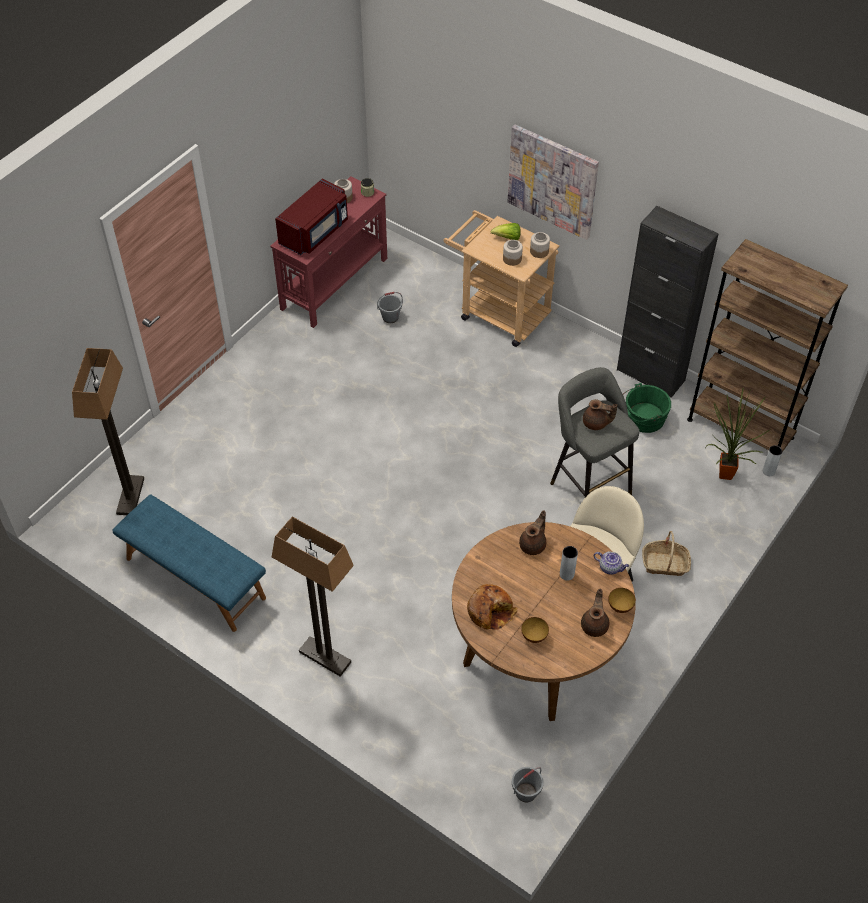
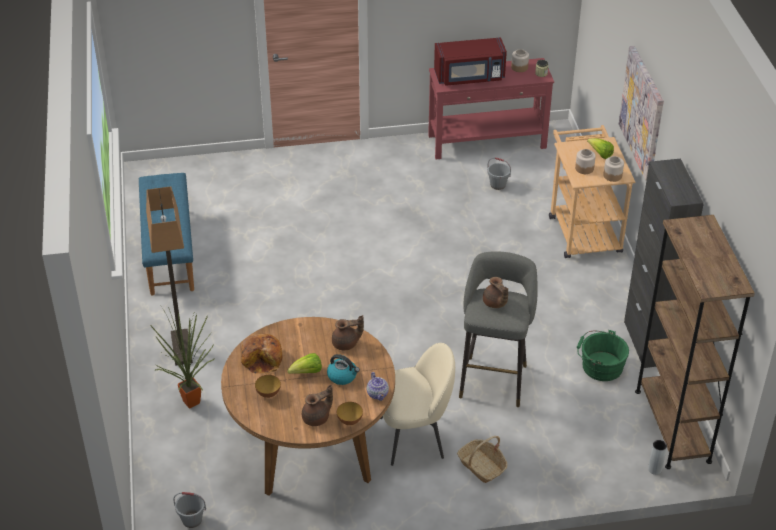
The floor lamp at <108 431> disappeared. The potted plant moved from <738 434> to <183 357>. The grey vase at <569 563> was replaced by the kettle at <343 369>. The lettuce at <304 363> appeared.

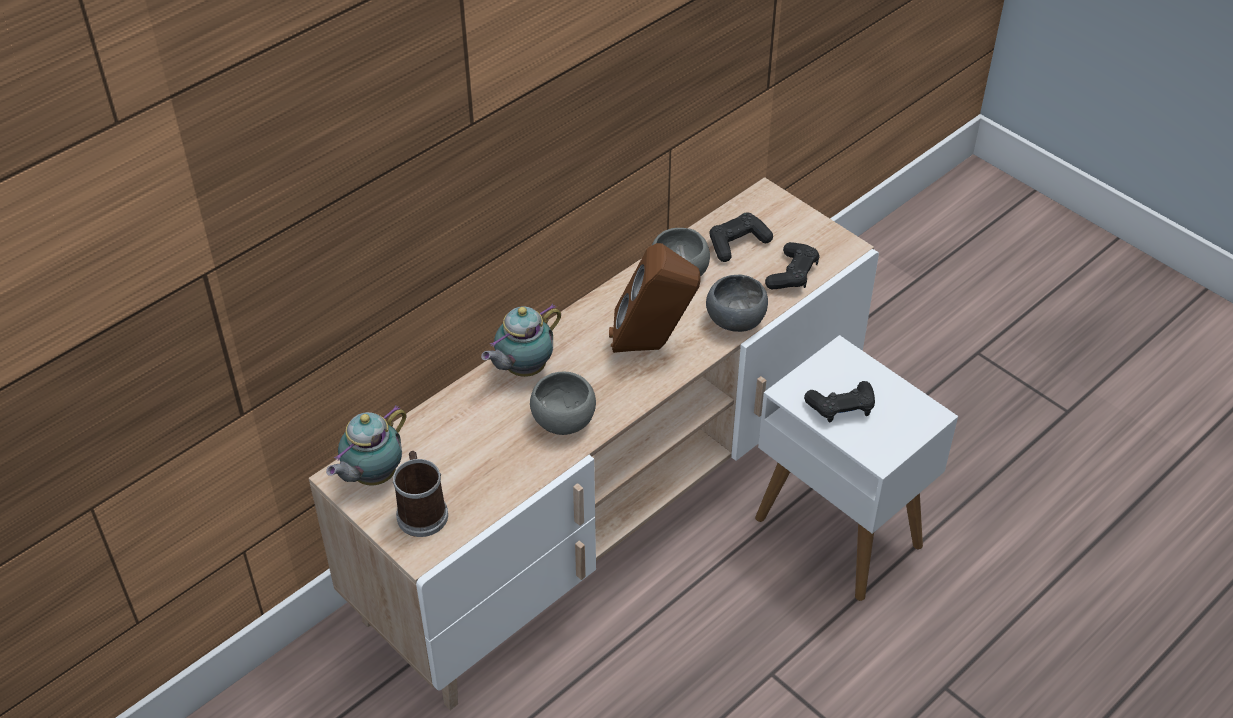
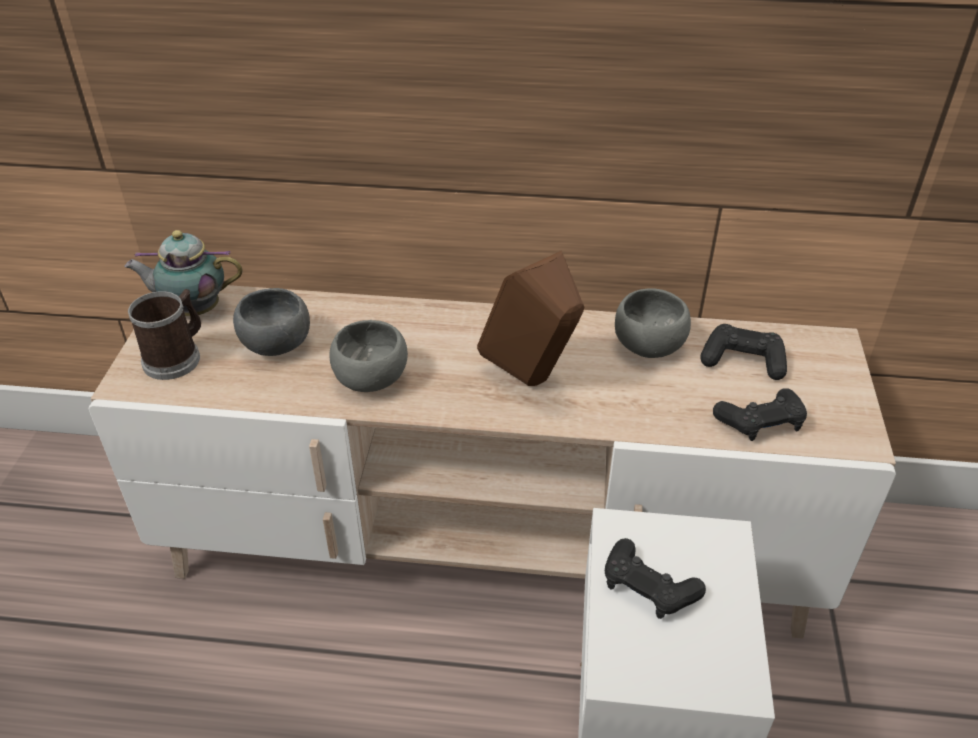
The grey bowl moved from <737 303> to <271 322>. The teapot at <521 340> disappeared.

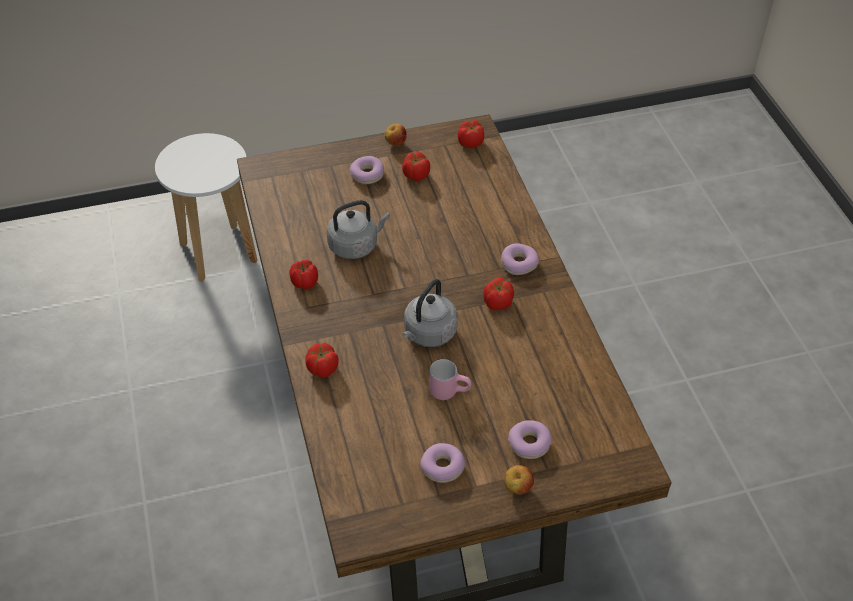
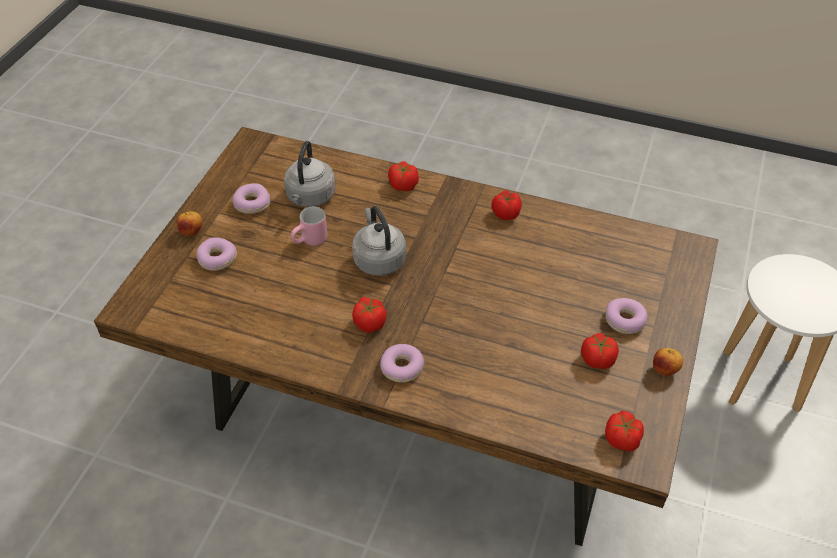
The grey kettle moved from <358 229> to <309 174>.

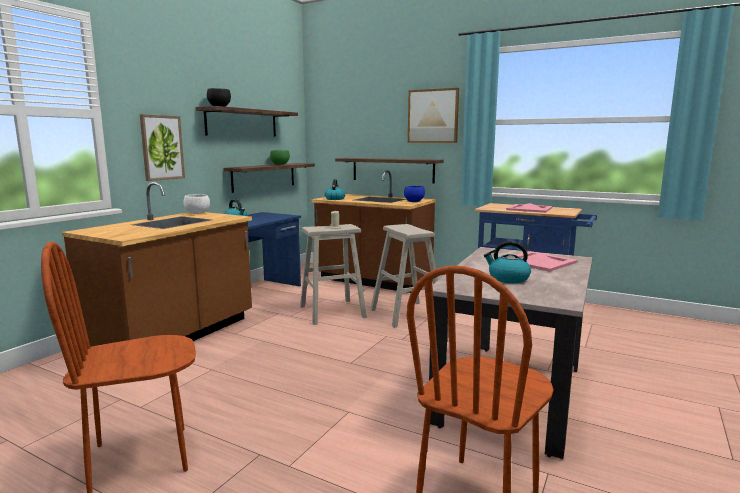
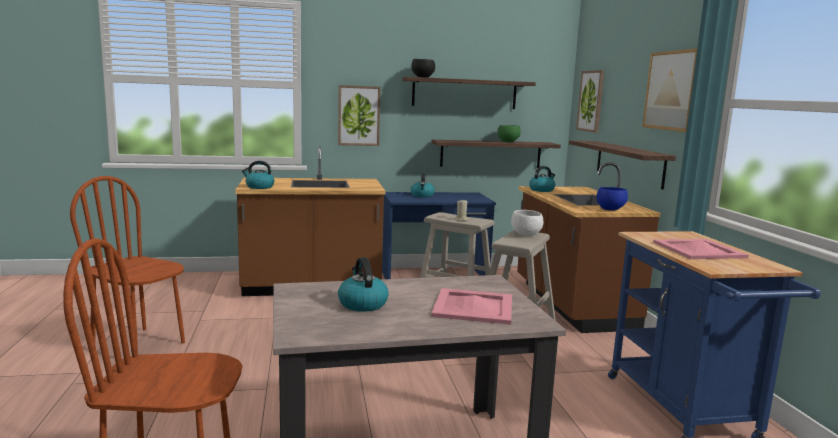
The white bowl moved from <197 204> to <527 223>. The picture at <590 101> appeared. The kettle at <258 175> appeared.

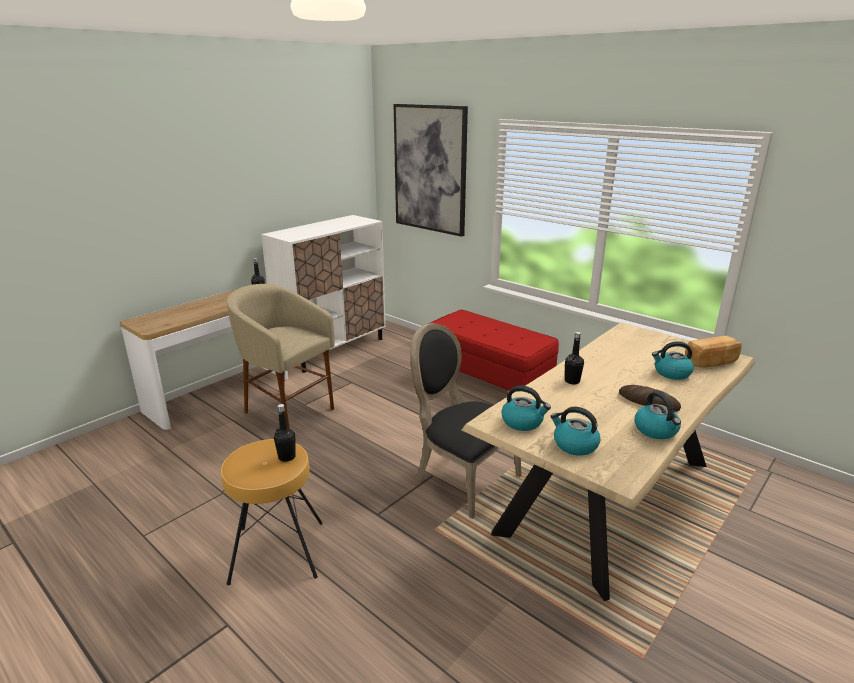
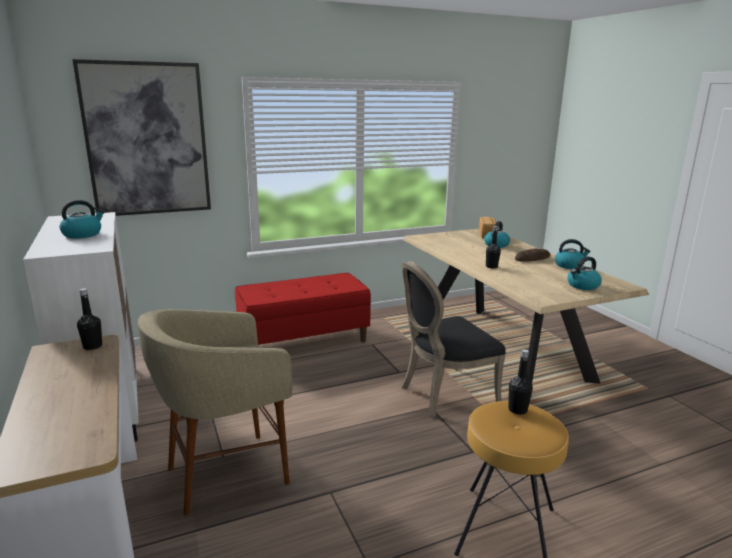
The kettle moved from <526 408> to <82 219>.

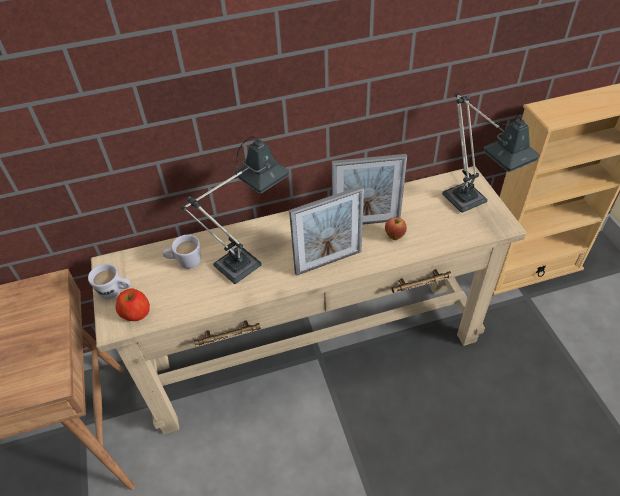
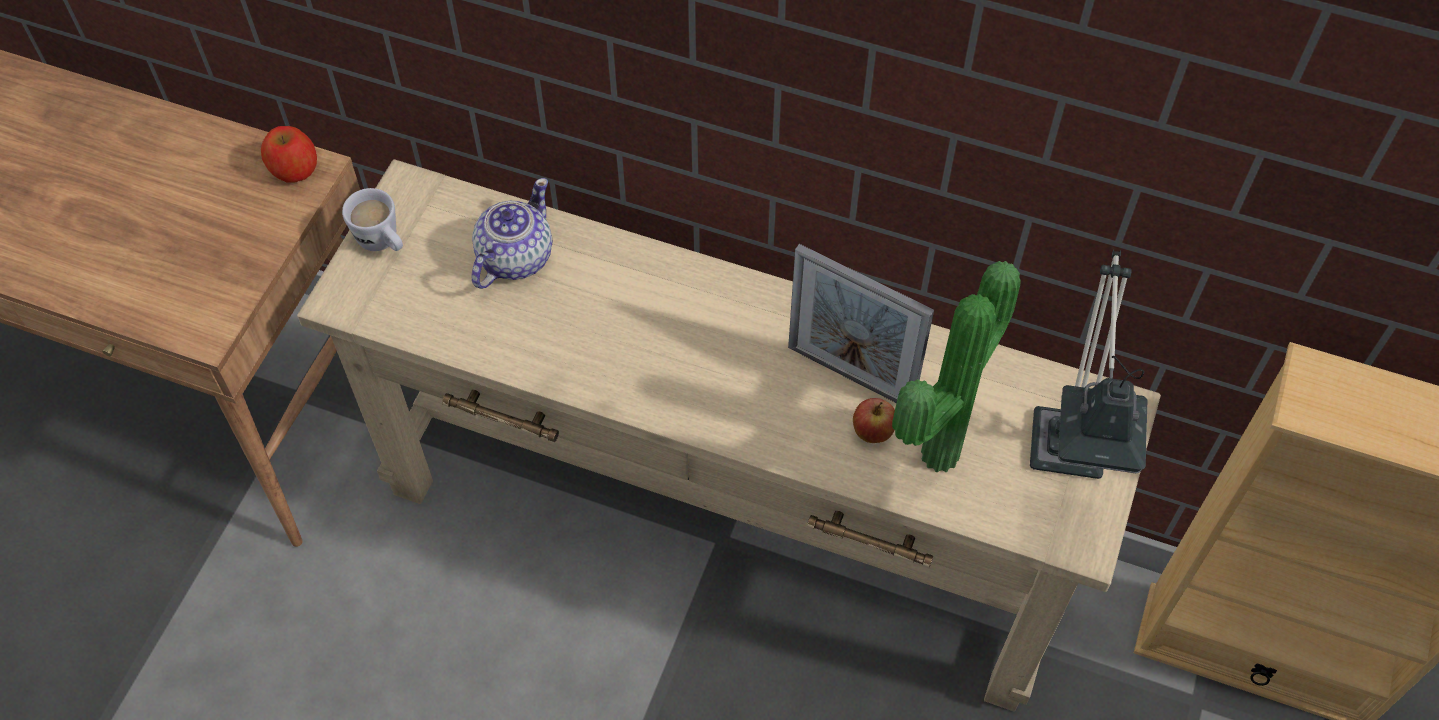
The table lamp at <235 210> disappeared. The picture frame at <326 231> disappeared. The white mug at <181 252> was replaced by the teapot at <512 233>. The apple moved from <133 305> to <289 154>. The potted plant at <956 366> appeared.

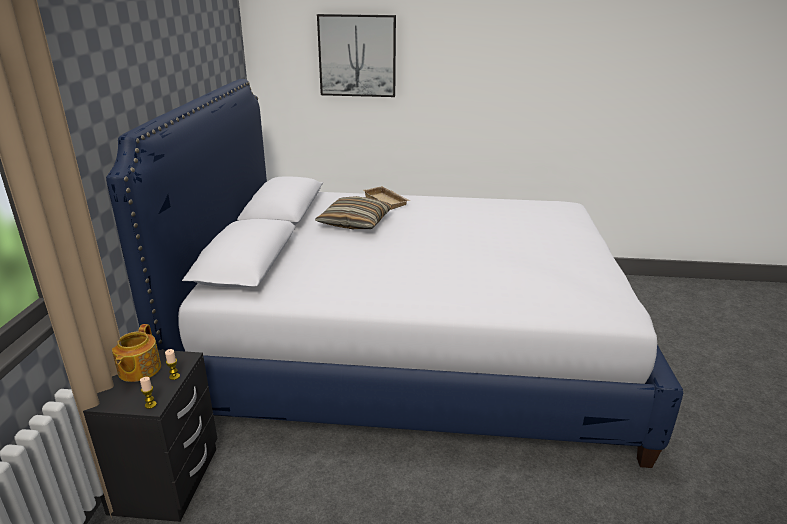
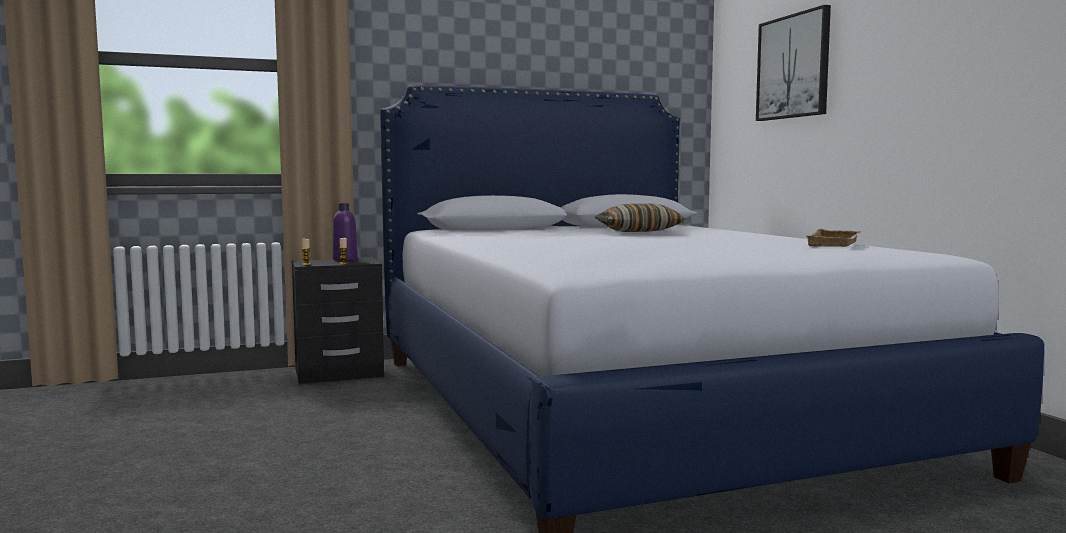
The beige tray moved from <387 198> to <834 237>. The teapot at <136 353> was replaced by the purple bottle at <345 232>.

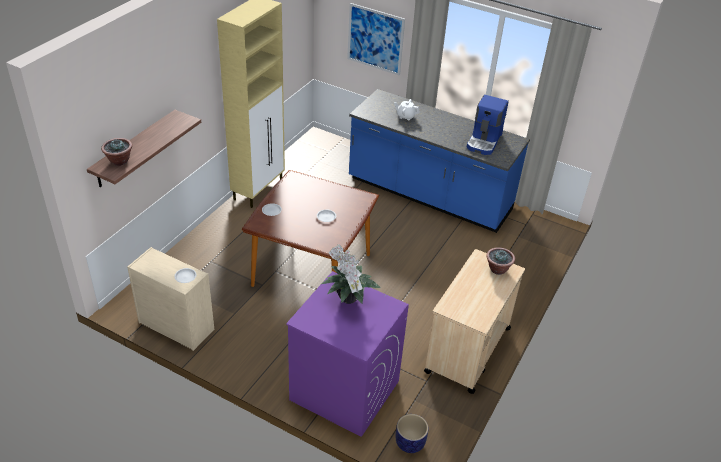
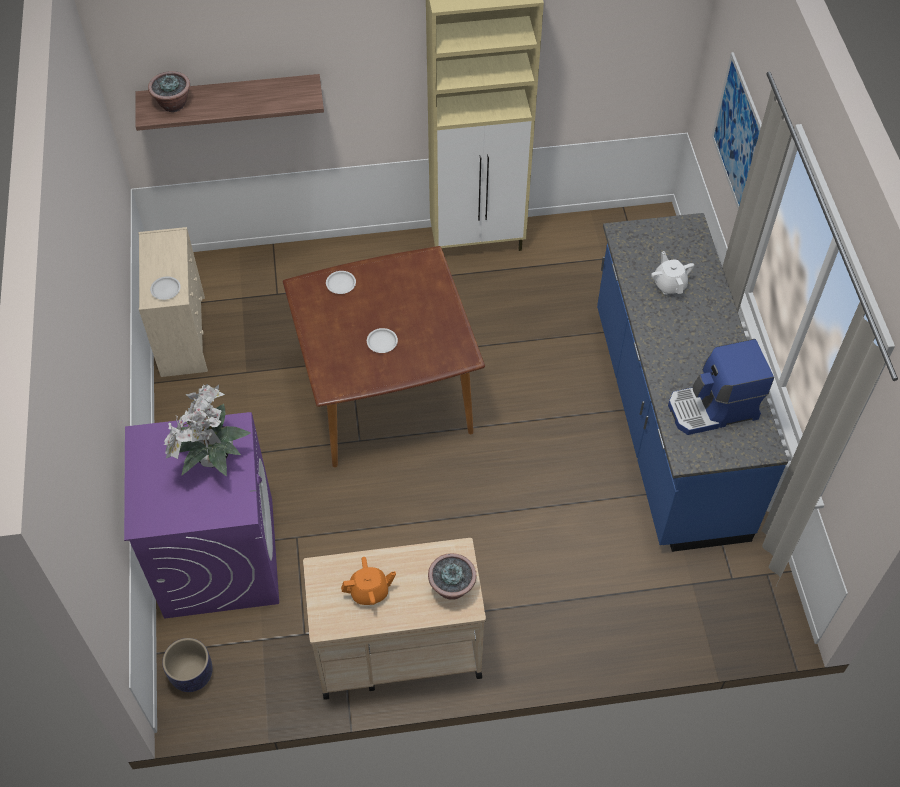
The orange teapot at <368 581> appeared.

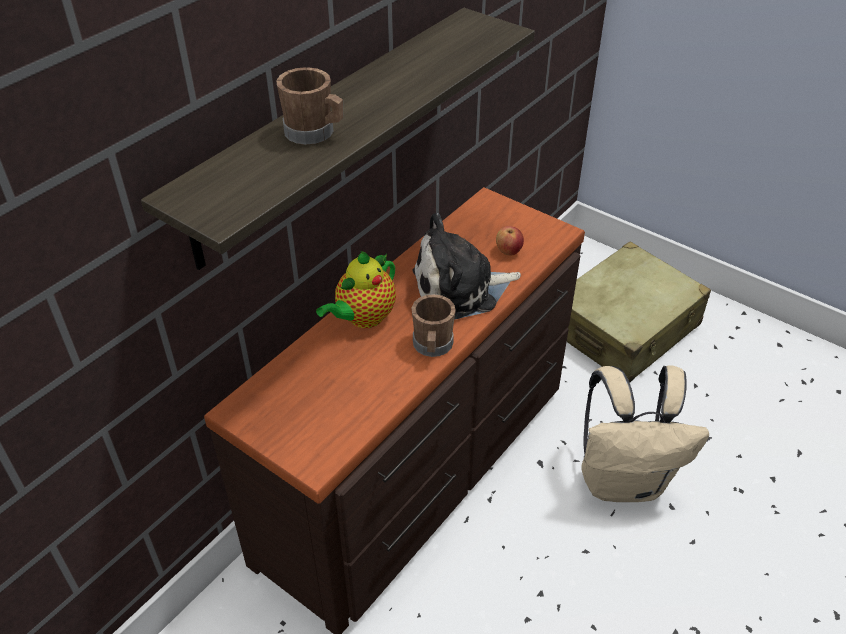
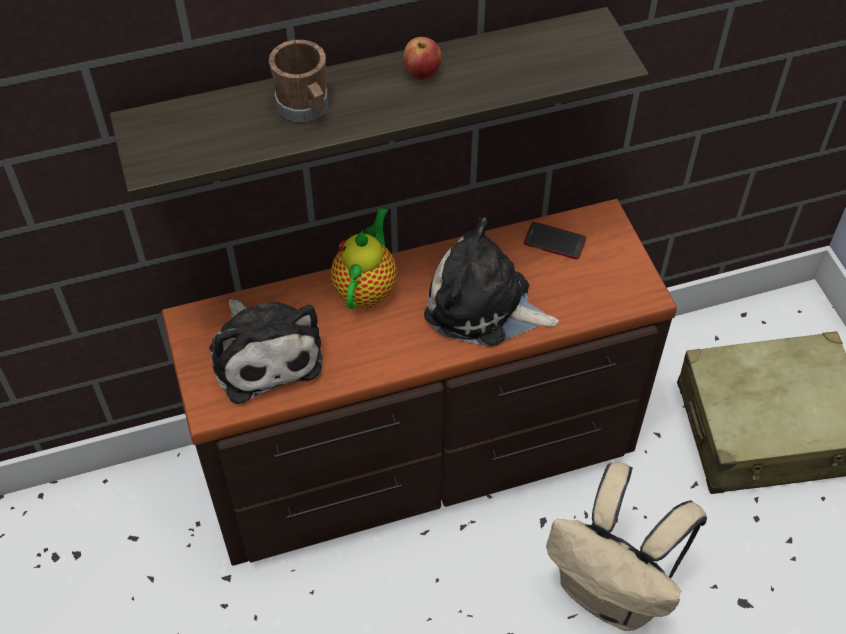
The apple moved from <510 240> to <422 58>. The teapot at <356 289> turned 120 degrees clockwise. The brown mug at <433 325> disappeared. The phone at <555 240> appeared. The plush toy at <266 351> appeared.

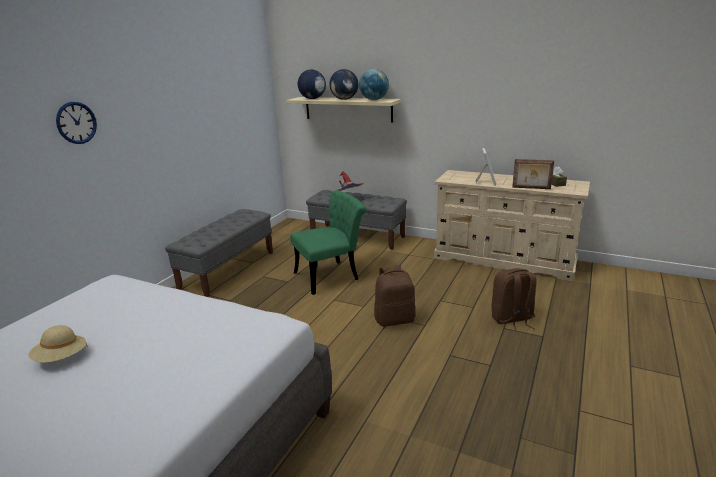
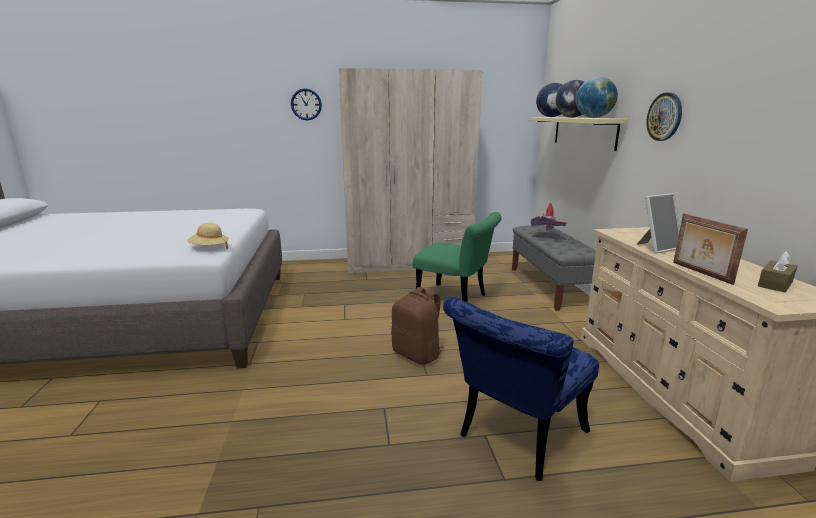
The grey bench at <219 253> was replaced by the beige wardrobe at <410 171>. The brown backpack at <514 300> was replaced by the blue chair at <521 389>. The beige hat moved from <58 344> to <208 235>. The wall clock at <664 116> appeared.

